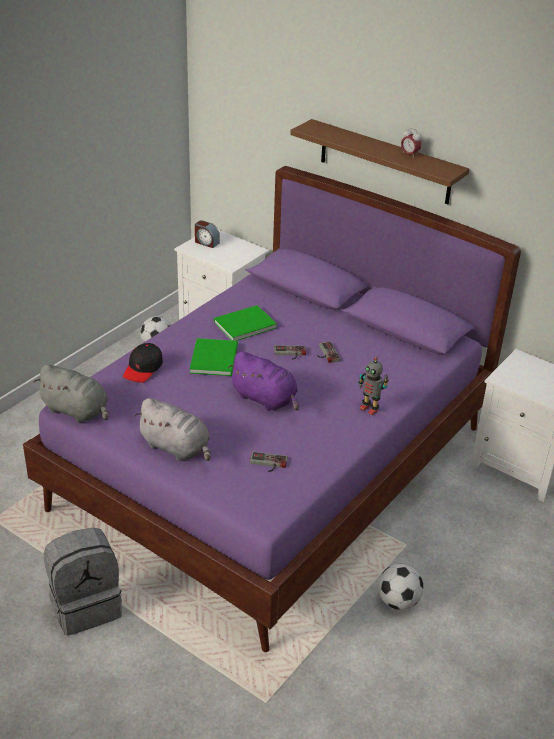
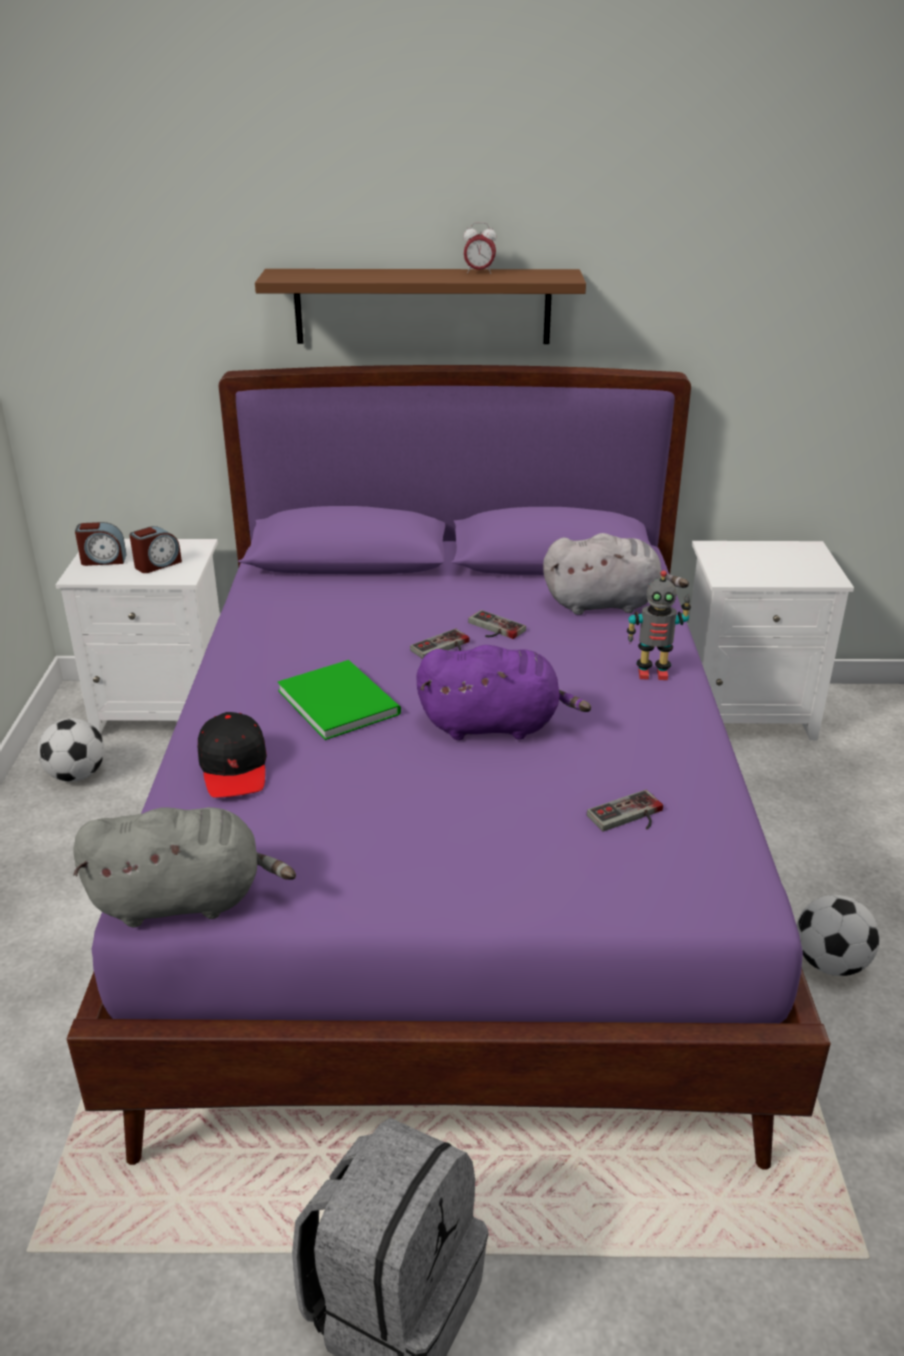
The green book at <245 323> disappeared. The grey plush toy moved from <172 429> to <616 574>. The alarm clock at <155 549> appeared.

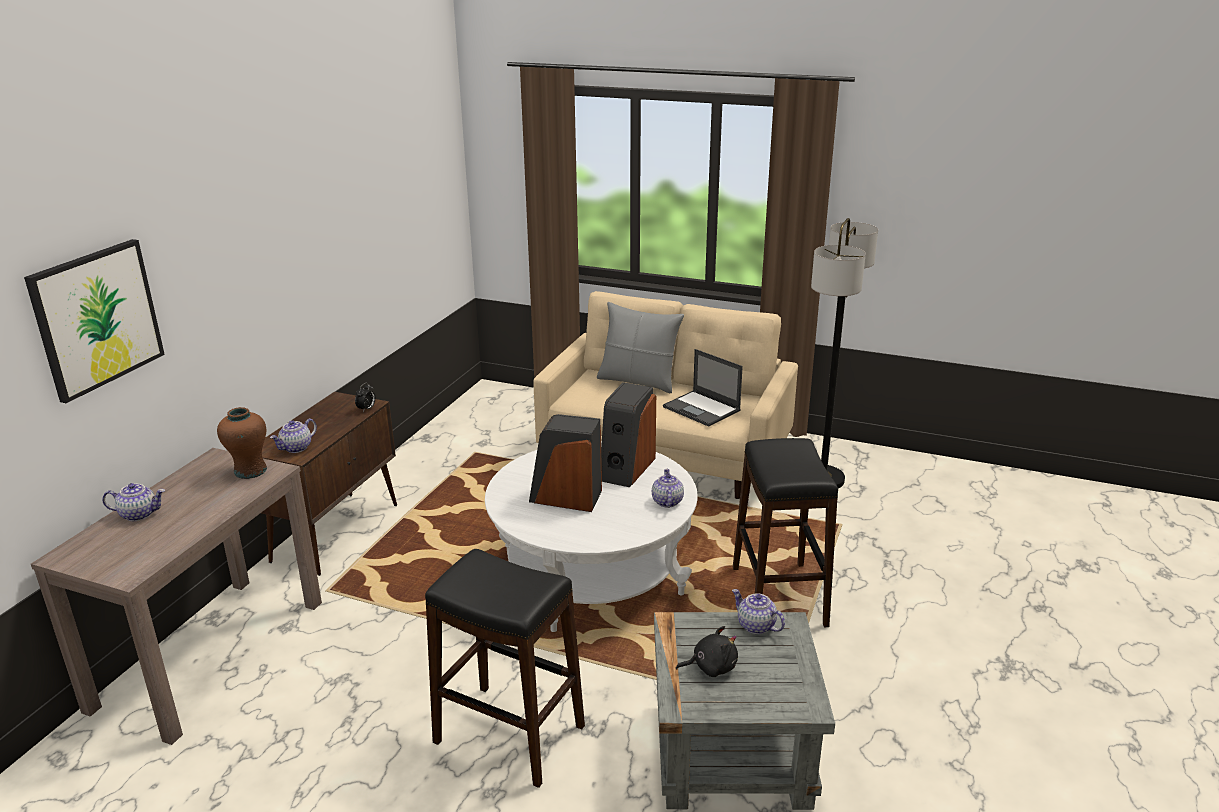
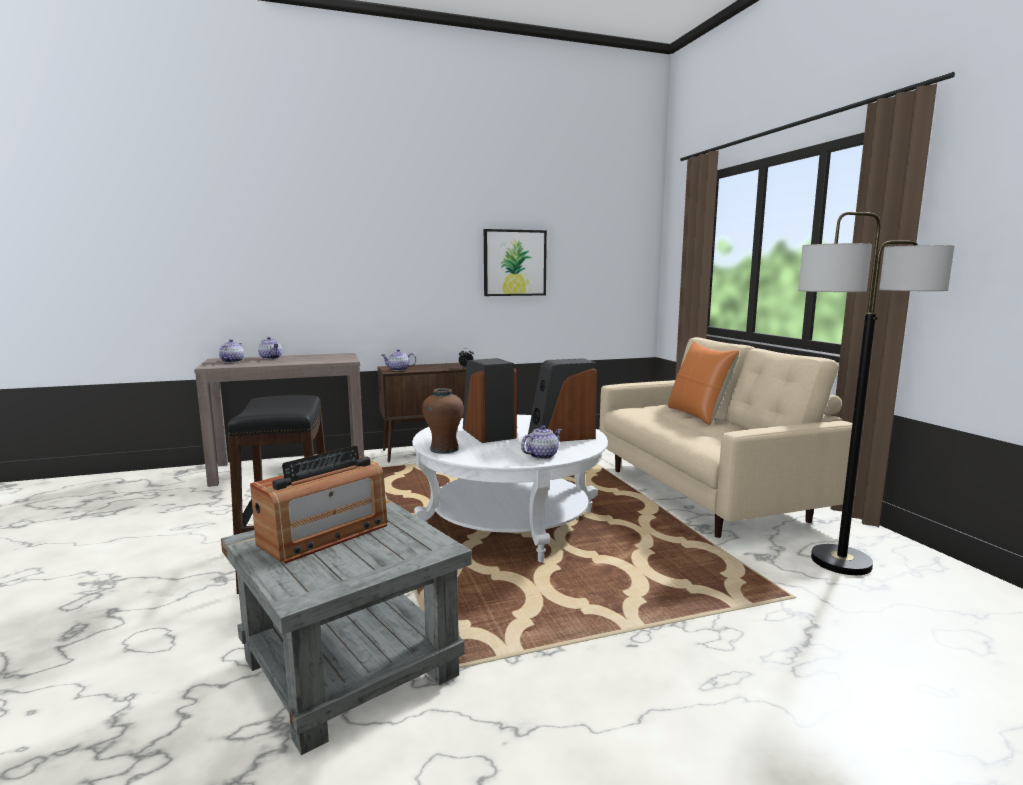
The picture moved from <94 321> to <515 262>. The grey pillow at <640 347> became the orange pillow at <703 383>. The laptop at <703 388> disappeared. The brown vase moved from <242 443> to <443 421>. The black stool at <785 532> disappeared. The teapot moved from <758 611> to <231 351>. The black plush toy at <707 651> was replaced by the radio at <319 505>.

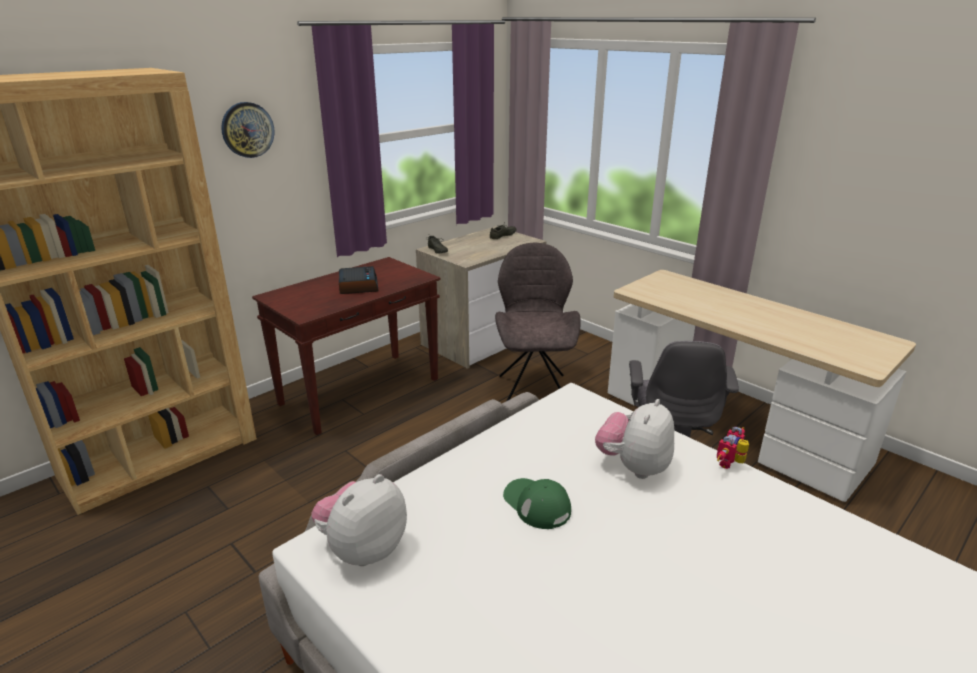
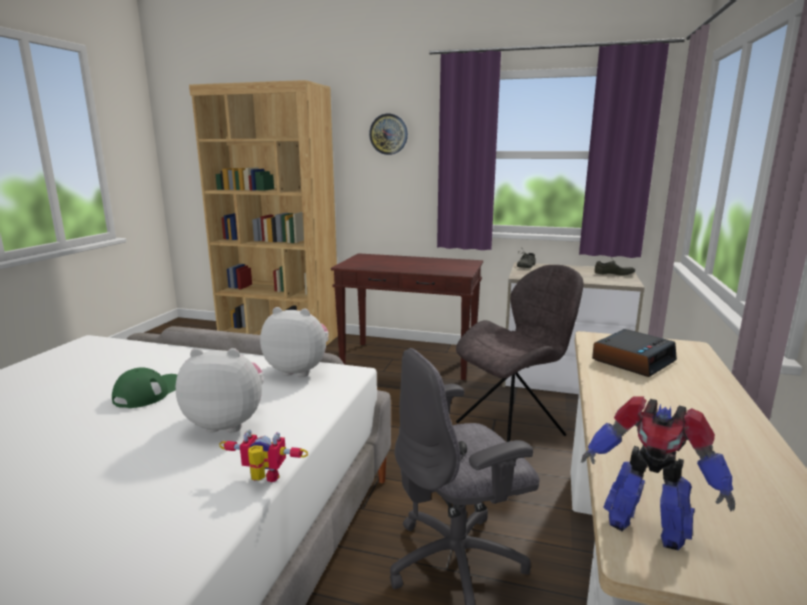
The alarm clock moved from <359 280> to <634 353>. The plush toy moved from <359 520> to <294 342>. The toy robot at <658 473> appeared.

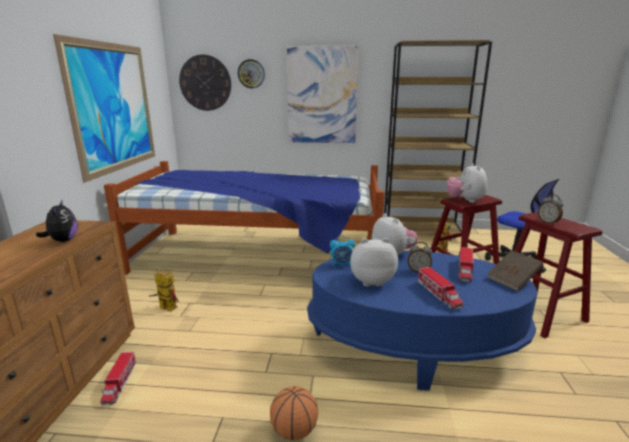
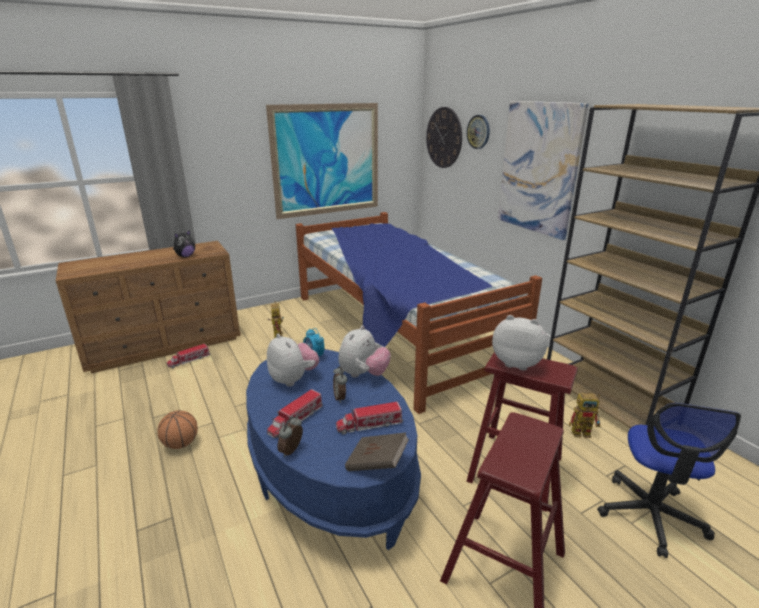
The plush toy at <466 183> turned 60 degrees clockwise. The alarm clock moved from <551 210> to <290 436>.

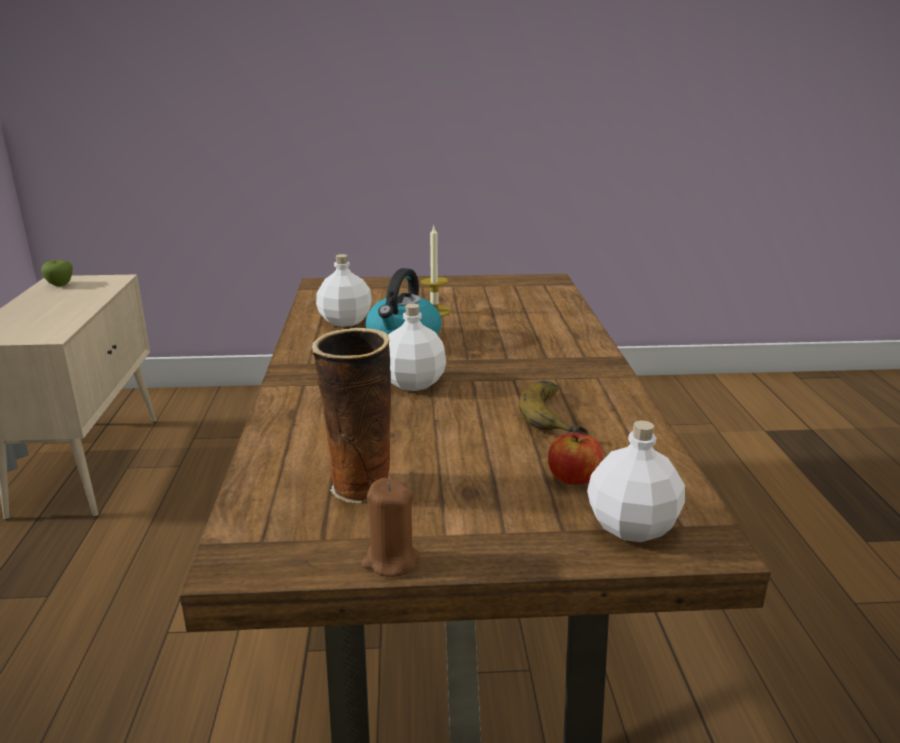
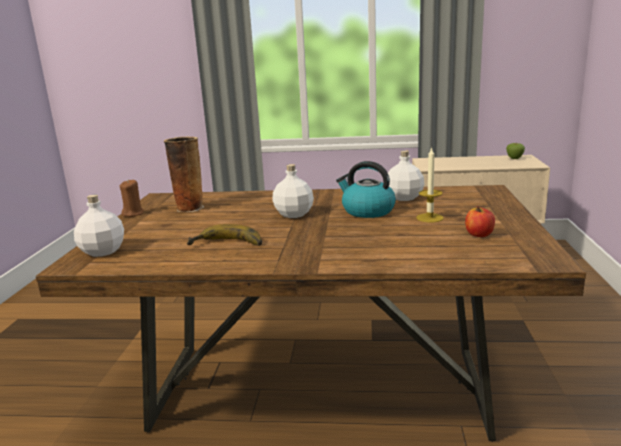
The apple moved from <575 459> to <480 221>.

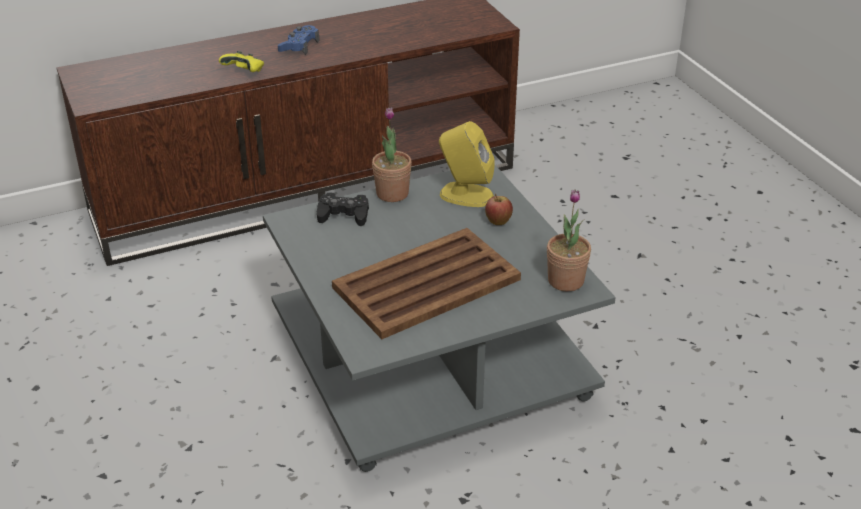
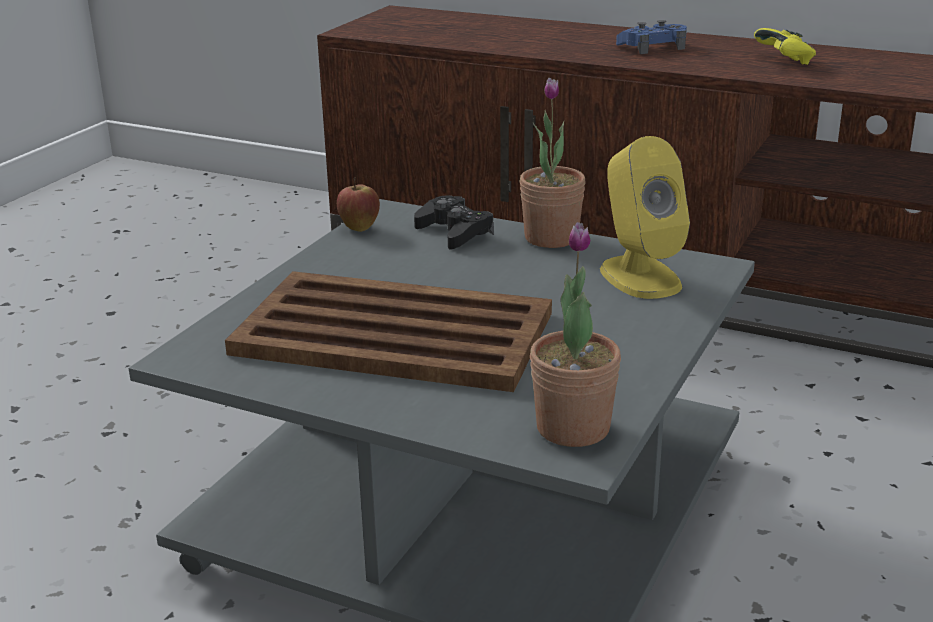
The yellow game controller moved from <241 61> to <785 46>. The apple moved from <499 209> to <358 204>.

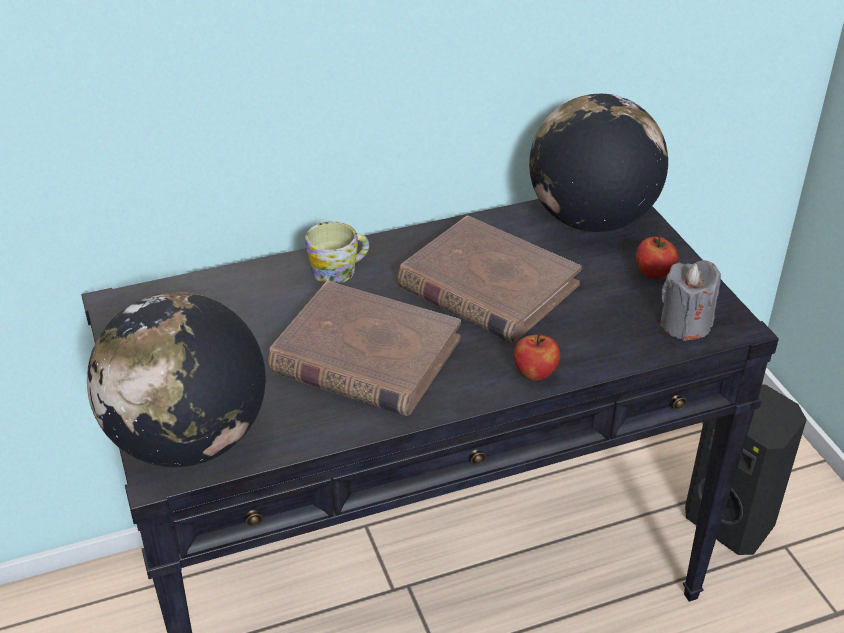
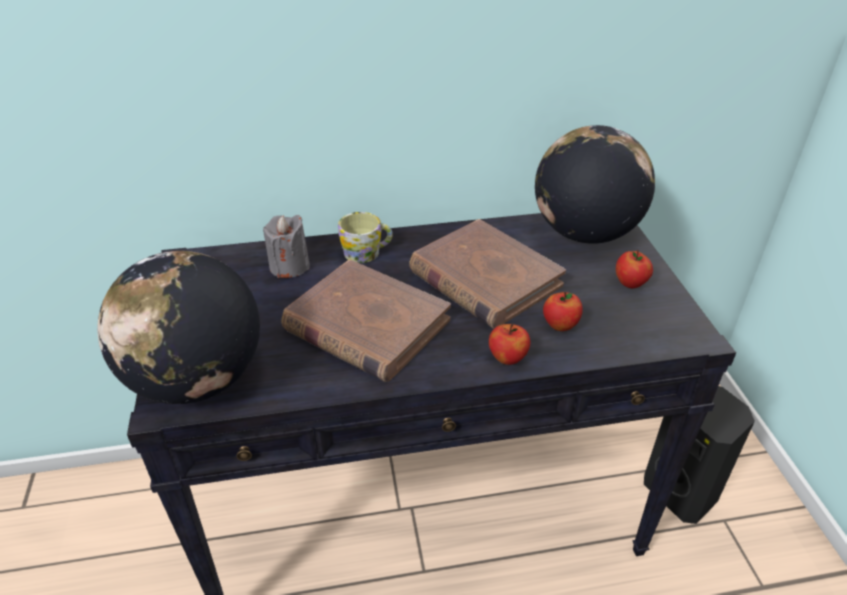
The grey candle moved from <690 300> to <286 246>. The apple at <563 311> appeared.

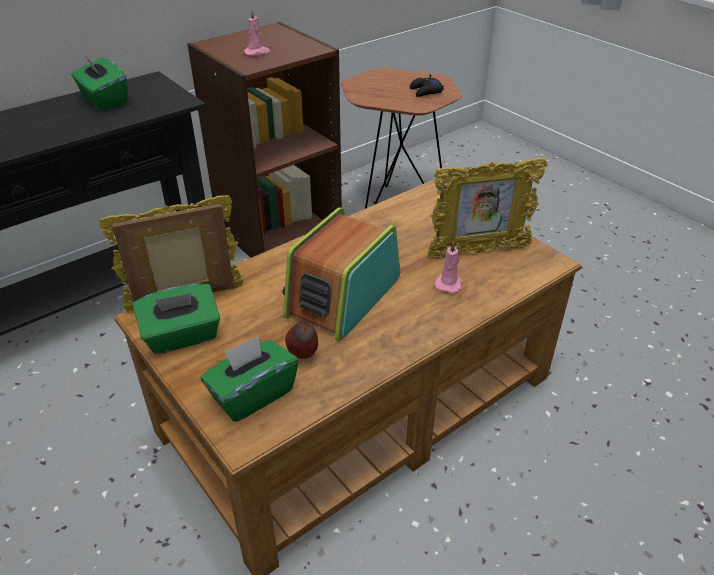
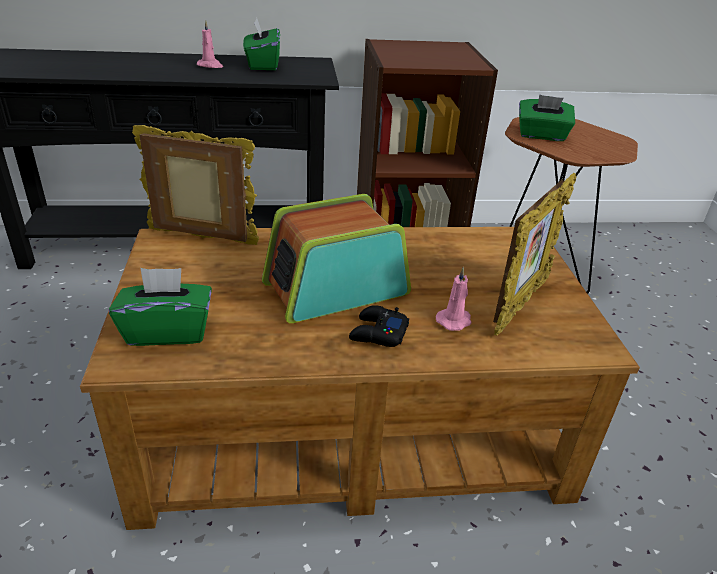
The pink candle moved from <257 32> to <210 44>. The black game controller moved from <427 86> to <379 326>. The picture frame at <487 208> turned 75 degrees counterclockwise. The green tissue box moved from <176 319> to <547 117>. The apple at <301 341> disappeared.

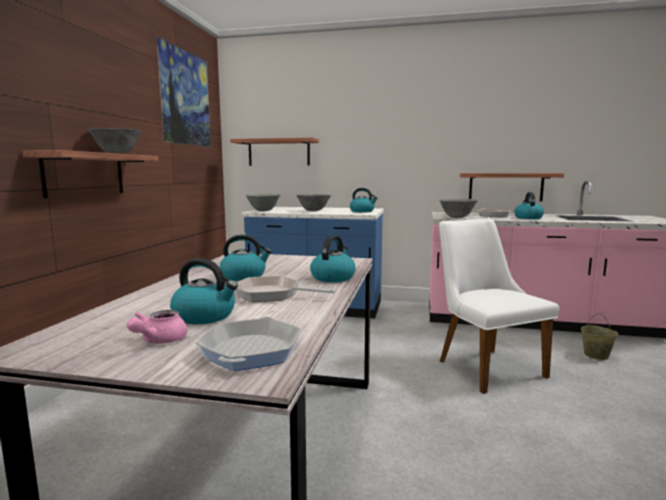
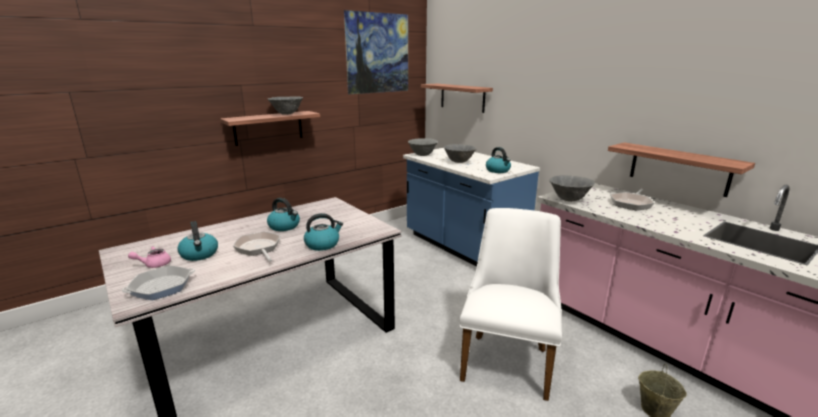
The kettle at <529 205> disappeared.

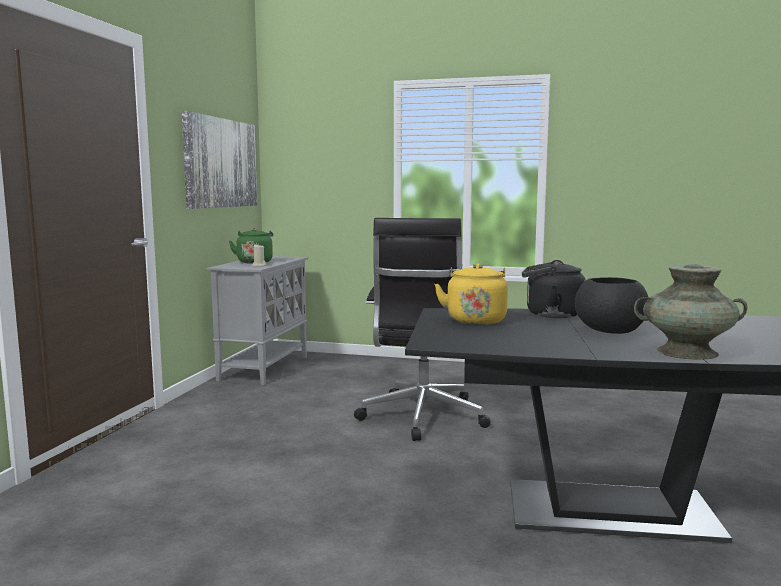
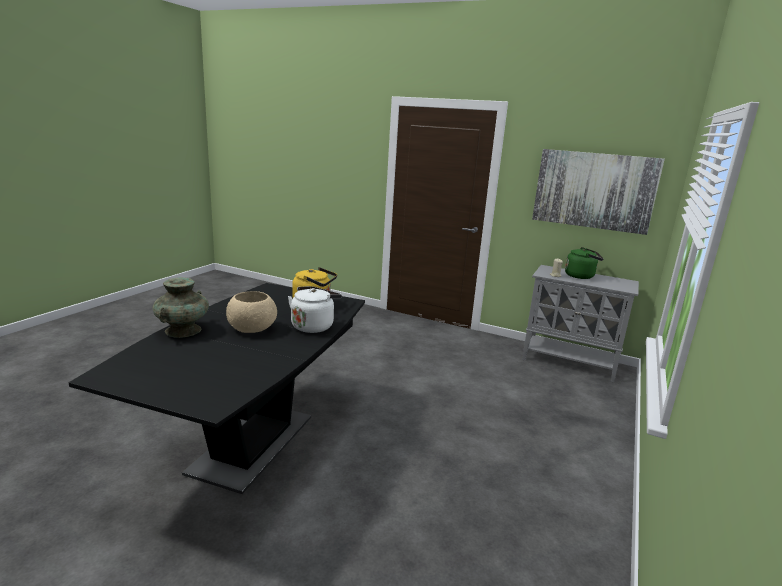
The black office chair at <422 329> disappeared. The black kettle at <554 289> became the white kettle at <315 309>. The black bowl at <611 305> became the beige bowl at <251 312>.

